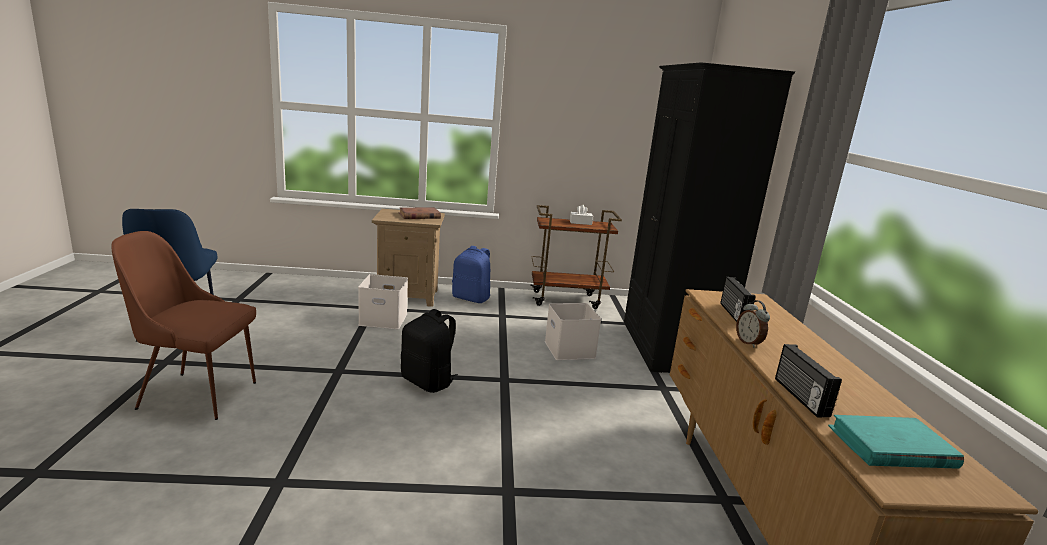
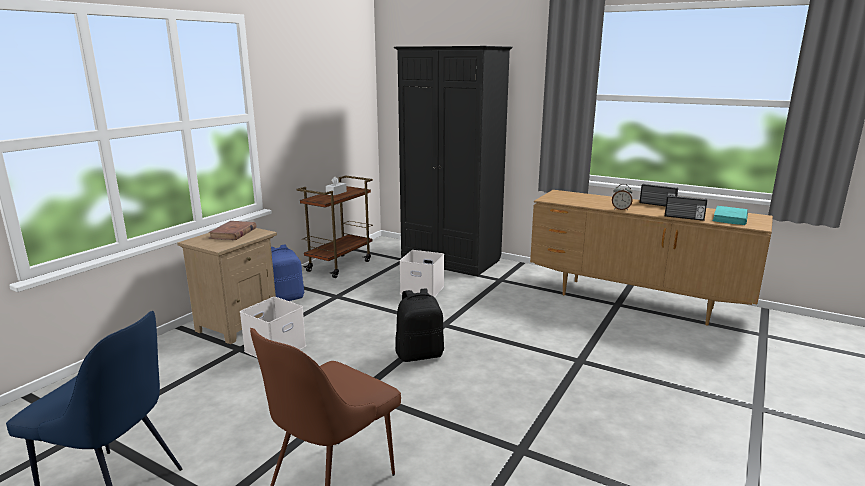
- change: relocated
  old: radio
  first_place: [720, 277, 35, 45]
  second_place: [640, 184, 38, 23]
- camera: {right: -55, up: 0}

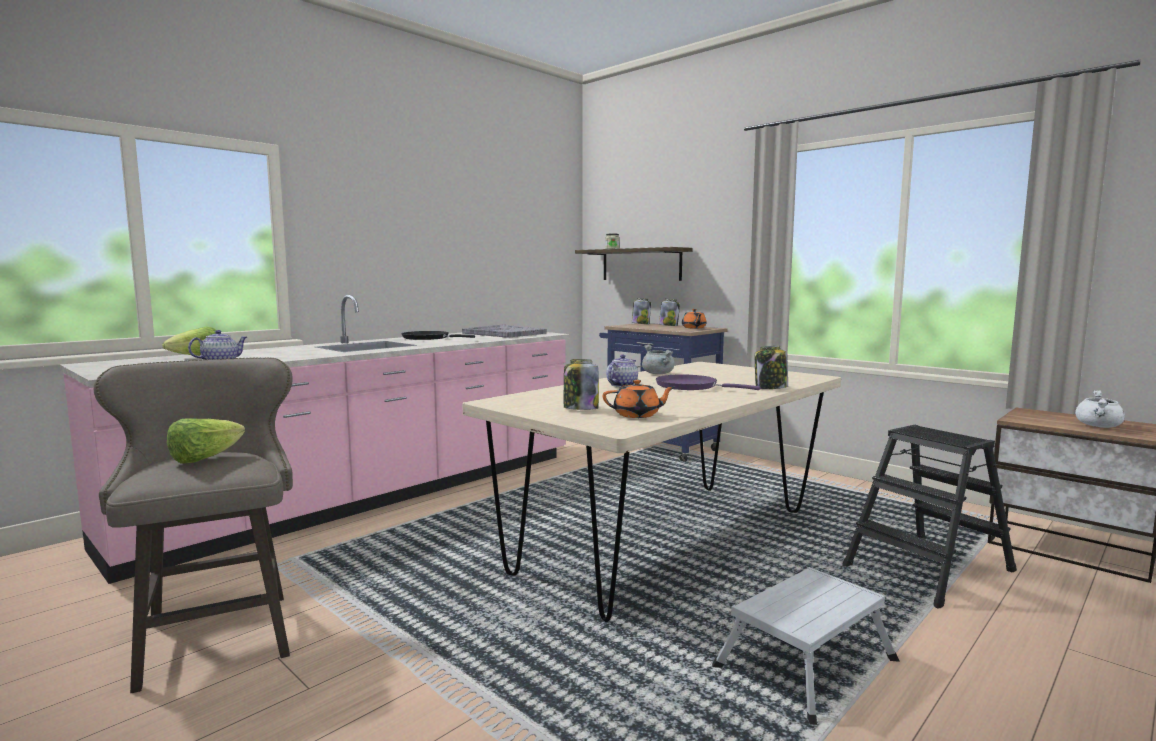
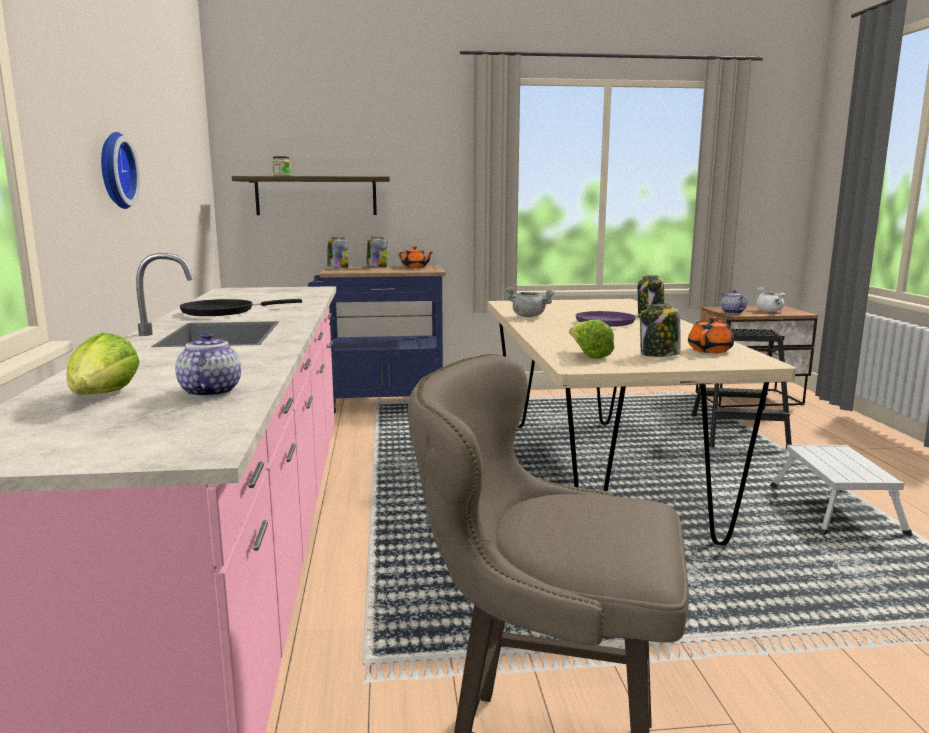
- change: relocated
  old: lechuga
  first_place: [167, 418, 78, 46]
  second_place: [569, 320, 45, 39]
- change: missing
  old: bandeja [gris]
  first_place: [462, 324, 85, 14]
- change: relocated
  old: tetera
  first_place: [606, 355, 32, 32]
  second_place: [721, 290, 26, 24]
- change: appeared
  new: reloj de pared
  second_place: [101, 132, 39, 77]
- camera: {right: -50, up: 5}

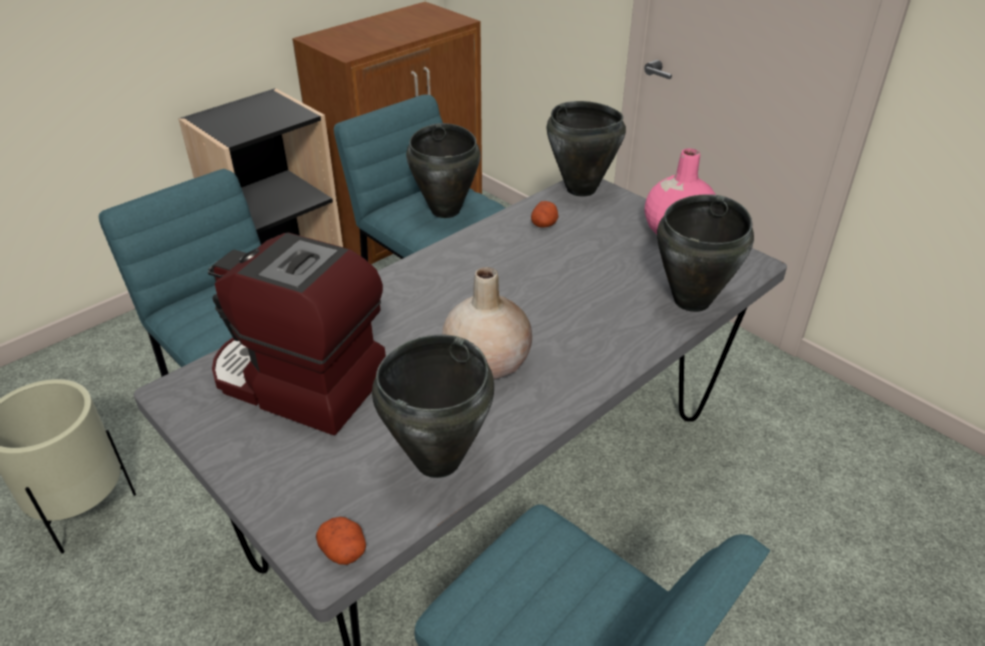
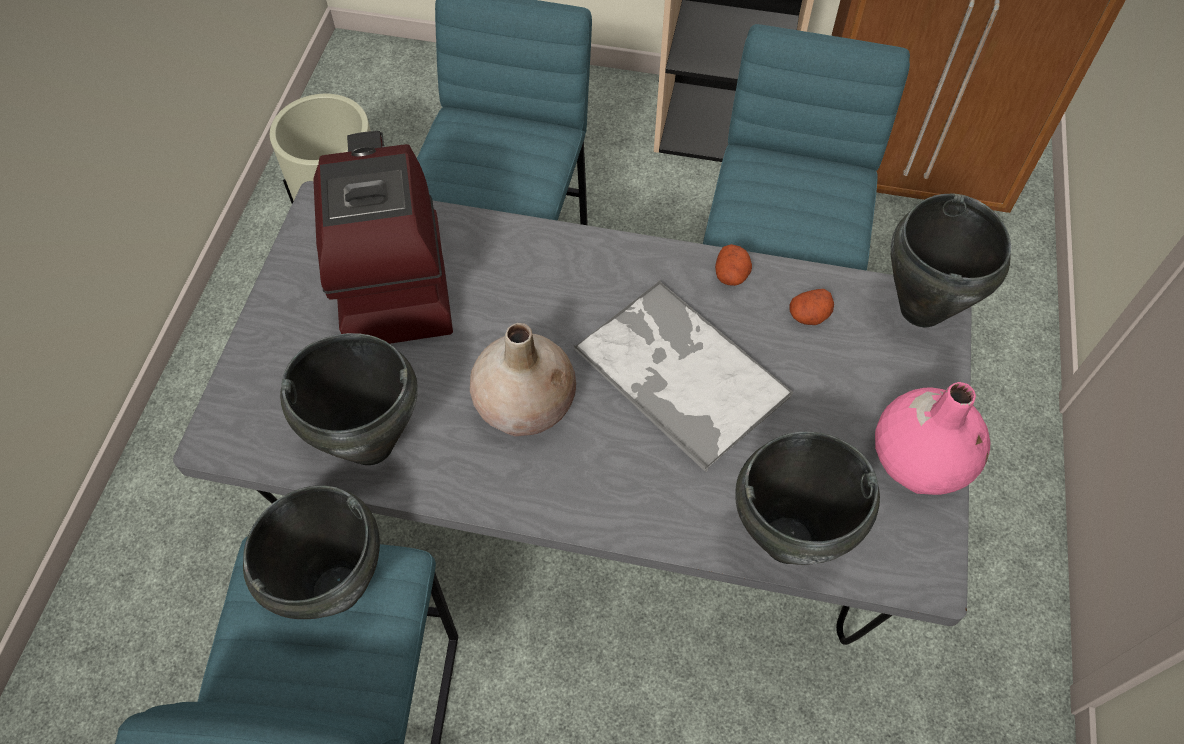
- change: relocated
  old: patata
  first_place: [316, 517, 50, 48]
  second_place: [715, 244, 37, 42]
- change: relocated
  old: olla [negro]
  first_place: [406, 123, 74, 95]
  second_place: [243, 485, 137, 134]
- change: appeared
  new: bandeja
  second_place: [574, 280, 219, 192]
- camera: {right: 55, up: 20}

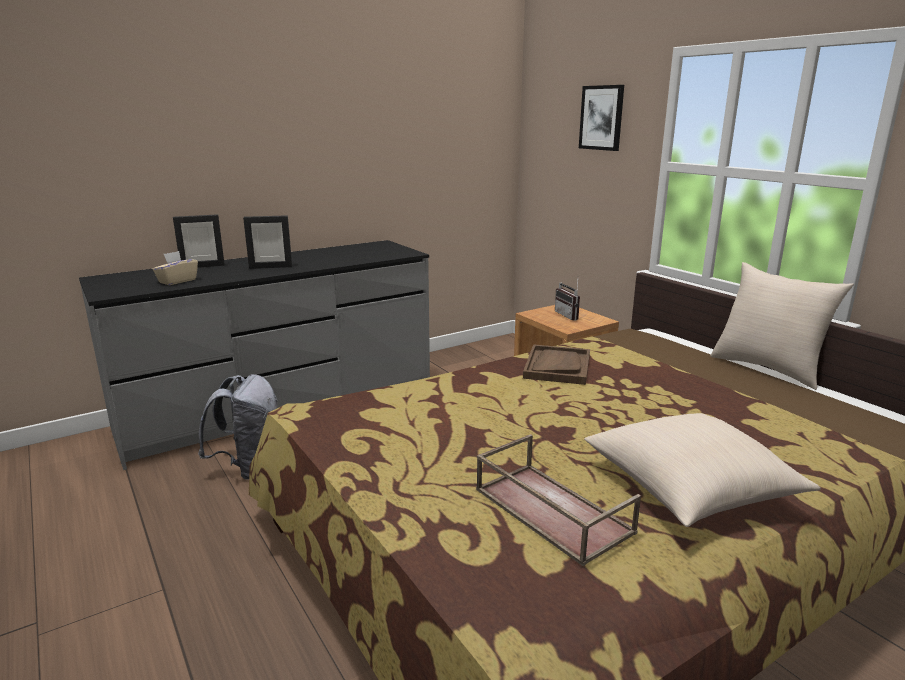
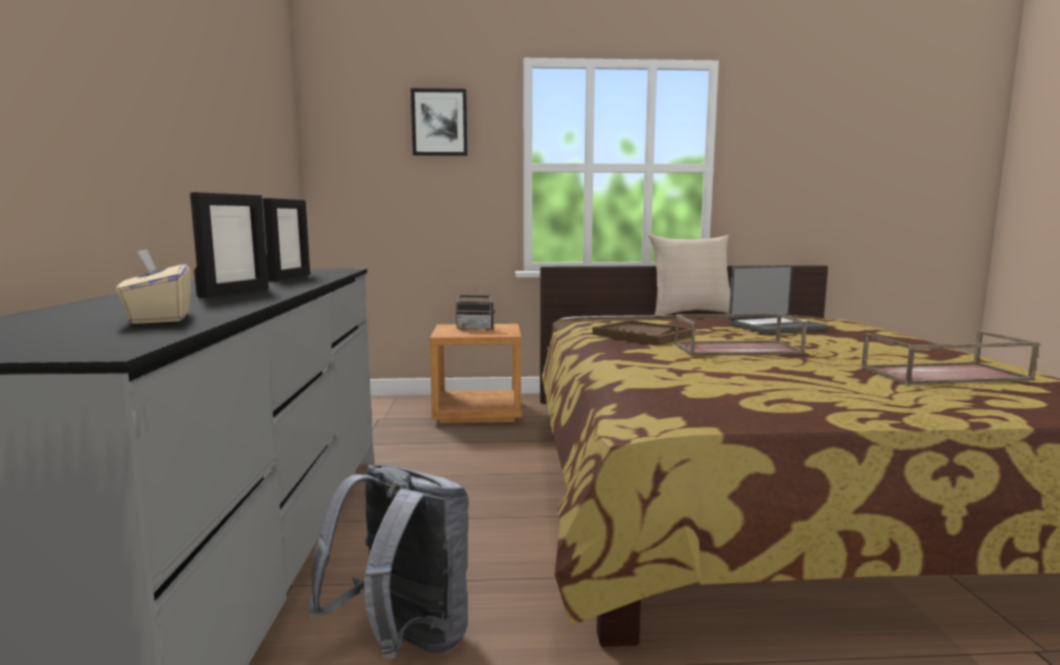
- change: relocated
  old: portarretratos
  first_place: [173, 214, 52, 54]
  second_place: [263, 198, 47, 83]
- change: missing
  old: cojín [beis]
  first_place: [584, 413, 237, 114]
- change: appeared
  new: bandeja [marrón]
  second_place: [674, 313, 133, 43]
- change: appeared
  new: portátil
  second_place: [729, 265, 99, 69]
- camera: {right: -60, up: -10}

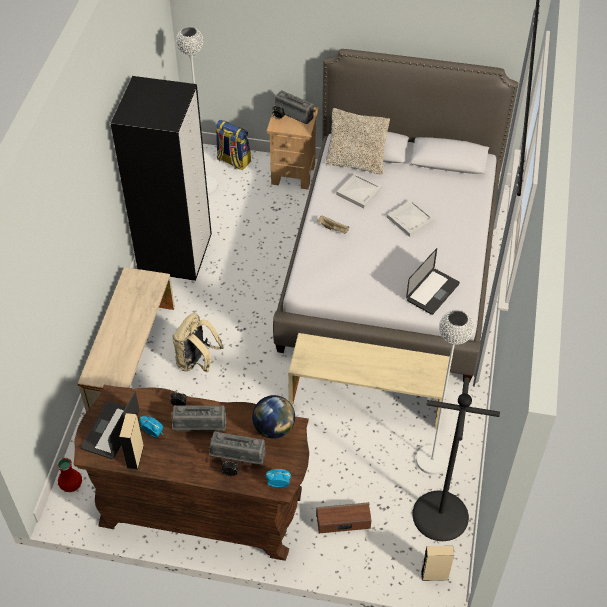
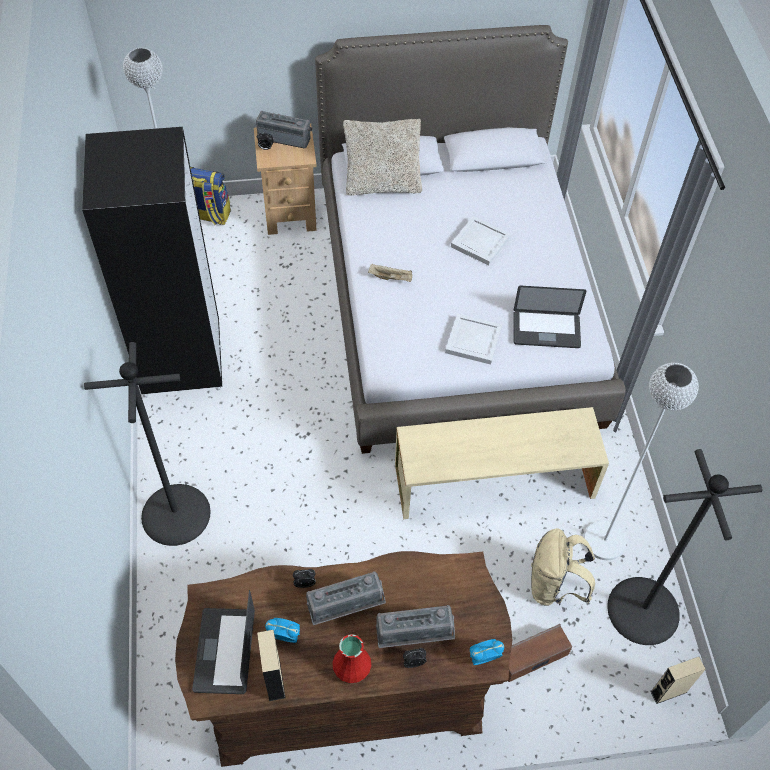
- change: relocated
  old: florero [rojo]
  first_place: [57, 458, 25, 34]
  second_place: [332, 634, 39, 50]
- change: exchanged
  old: banco [beis]
  new: perchero [negro]
  first_place: [78, 267, 97, 145]
  second_place: [84, 342, 127, 204]
- change: relocated
  old: mochila [beis]
  first_place: [172, 313, 52, 59]
  second_place: [531, 528, 64, 78]
- change: missing
  old: globo terráqueo
  first_place: [252, 395, 43, 44]
- change: relocated
  old: bandeja [blanco]
  first_place: [336, 173, 46, 35]
  second_place: [445, 313, 57, 52]
- change: spun
  old: portátil
  first_place: [406, 248, 54, 67]
  second_place: [513, 286, 73, 62]
  degrees: 75
- camera: {right: -20, up: 5}

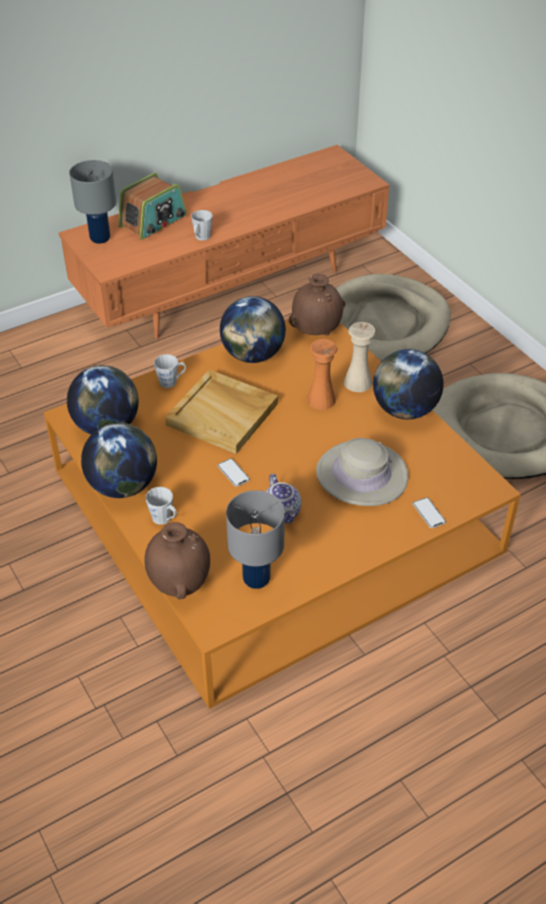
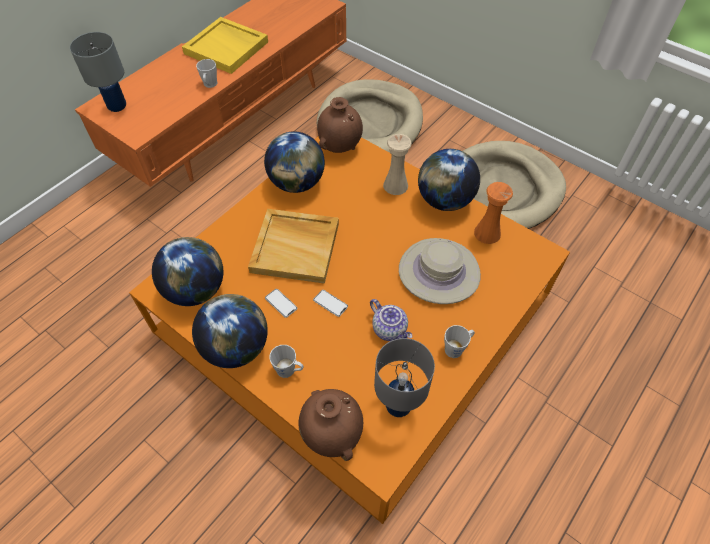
- change: missing
  old: radio
  first_place: [118, 173, 69, 67]
- change: relocated
  old: taza grande [gris]
  first_place: [154, 354, 32, 34]
  second_place: [444, 325, 31, 33]
- change: relocated
  old: florero [naranja]
  first_place: [307, 339, 30, 71]
  second_place: [474, 182, 39, 62]
- change: relocated
  old: móvil
  first_place: [413, 497, 33, 31]
  second_place: [265, 289, 32, 29]
- change: appeared
  new: bandeja [amarillo]
  second_place: [182, 17, 86, 57]
- camera: {right: -20, up: 10}

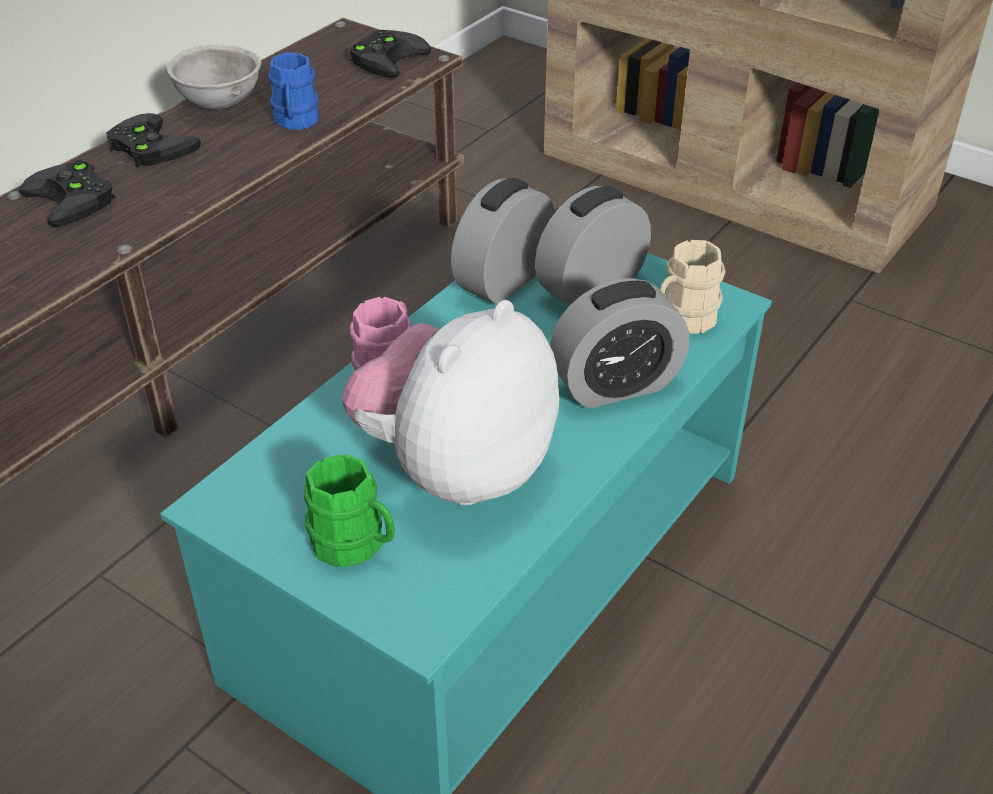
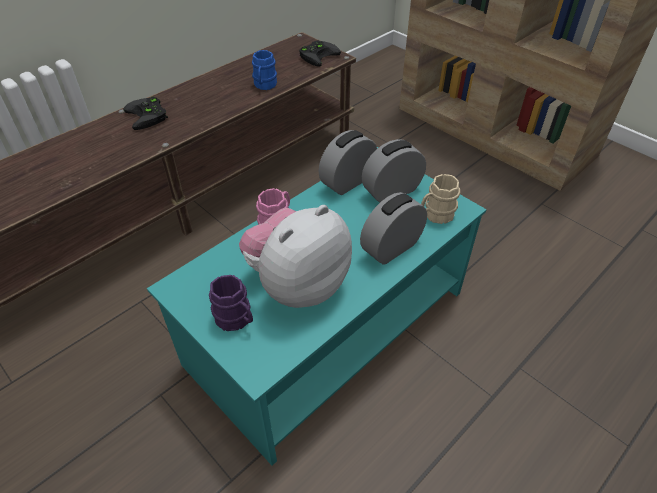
- change: missing
  old: mando de consola [negro]
  first_place: [106, 113, 95, 55]
- change: missing
  old: cuenco [gris]
  first_place: [167, 45, 94, 64]
- change: colour
  old: taza grande [verde]
  new: taza grande [morado]
  first_place: [304, 454, 91, 113]
  second_place: [209, 275, 44, 56]
- change: spun
  old: despertador
  first_place: [550, 278, 139, 130]
  second_place: [360, 192, 67, 72]
  degrees: 150
- camera: {right: 10, up: 5}

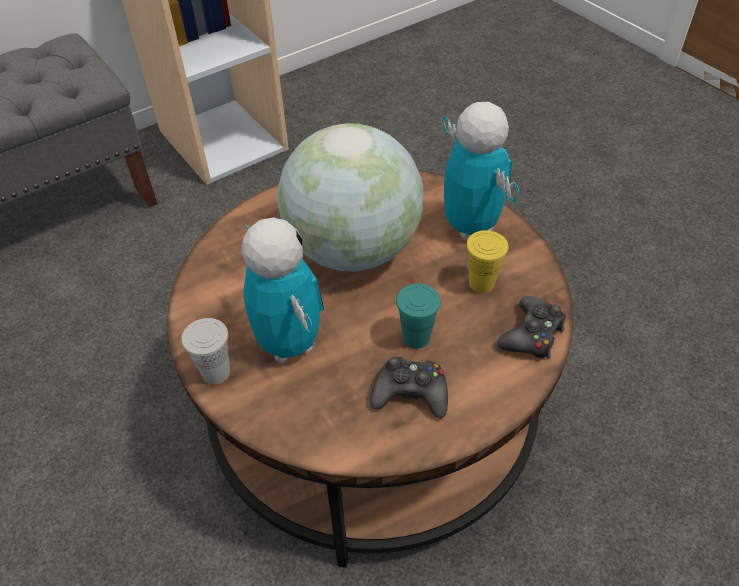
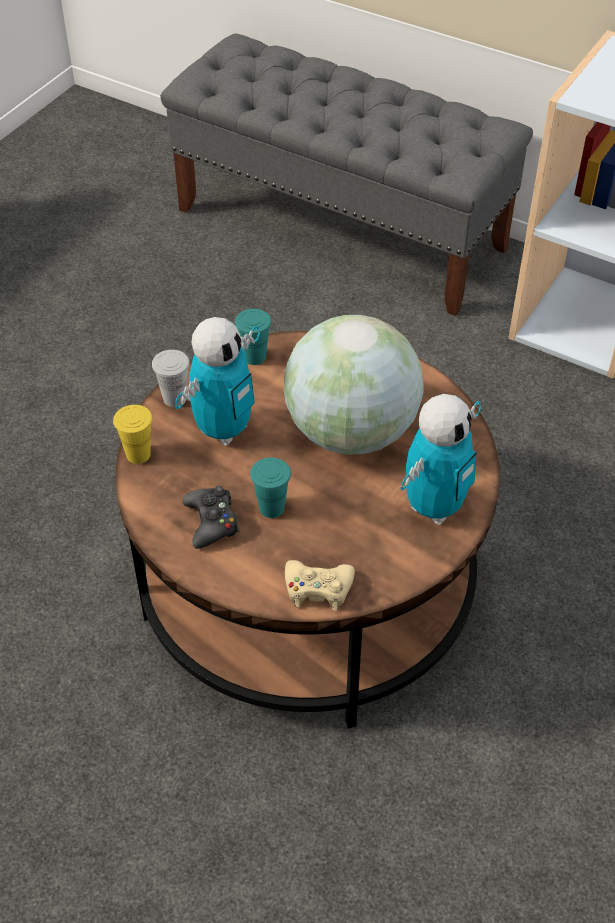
- change: relocated
  old: taza [amarillo]
  first_place: [466, 230, 43, 63]
  second_place: [113, 405, 40, 59]
- change: colour
  old: mando de consola [negro]
  new: mando de consola [beis]
  first_place: [497, 296, 69, 63]
  second_place: [285, 560, 70, 51]
- change: appeared
  new: taza [turquesa]
  second_place: [235, 309, 36, 56]
- camera: {right: 65, up: 0}

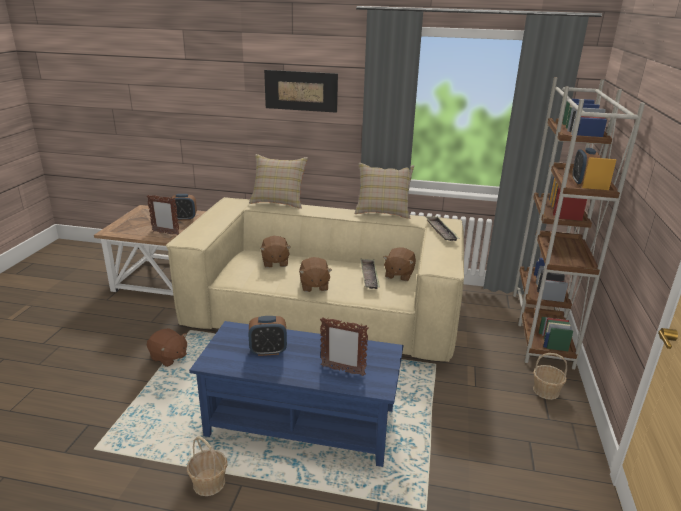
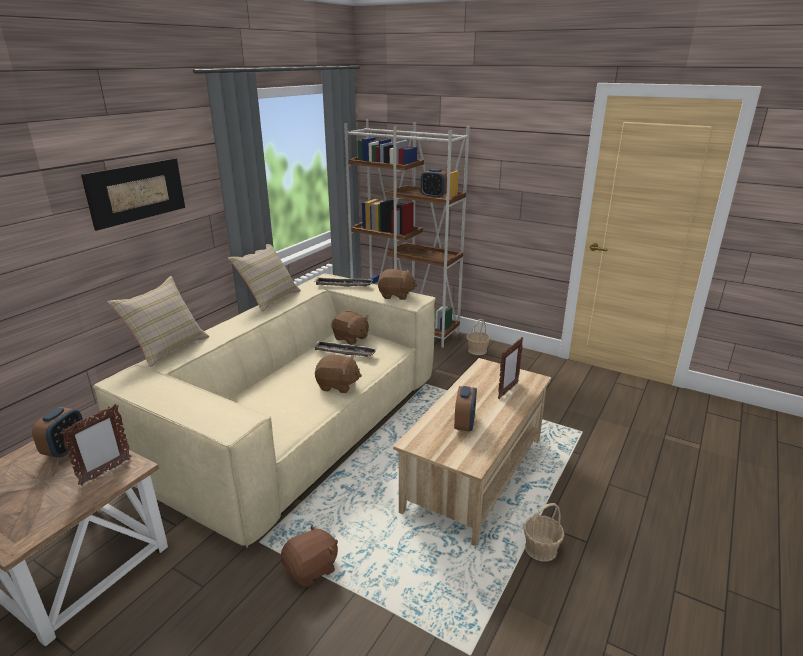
- change: colour
  old: mesa de centro [azul]
  new: mesa de centro [beis]
  first_place: [189, 321, 214, 146]
  second_place: [393, 358, 158, 188]
- change: relocated
  old: peluche [marrón]
  first_place: [260, 236, 31, 32]
  second_place: [378, 269, 40, 31]
- camera: {right: -70, up: 0}

